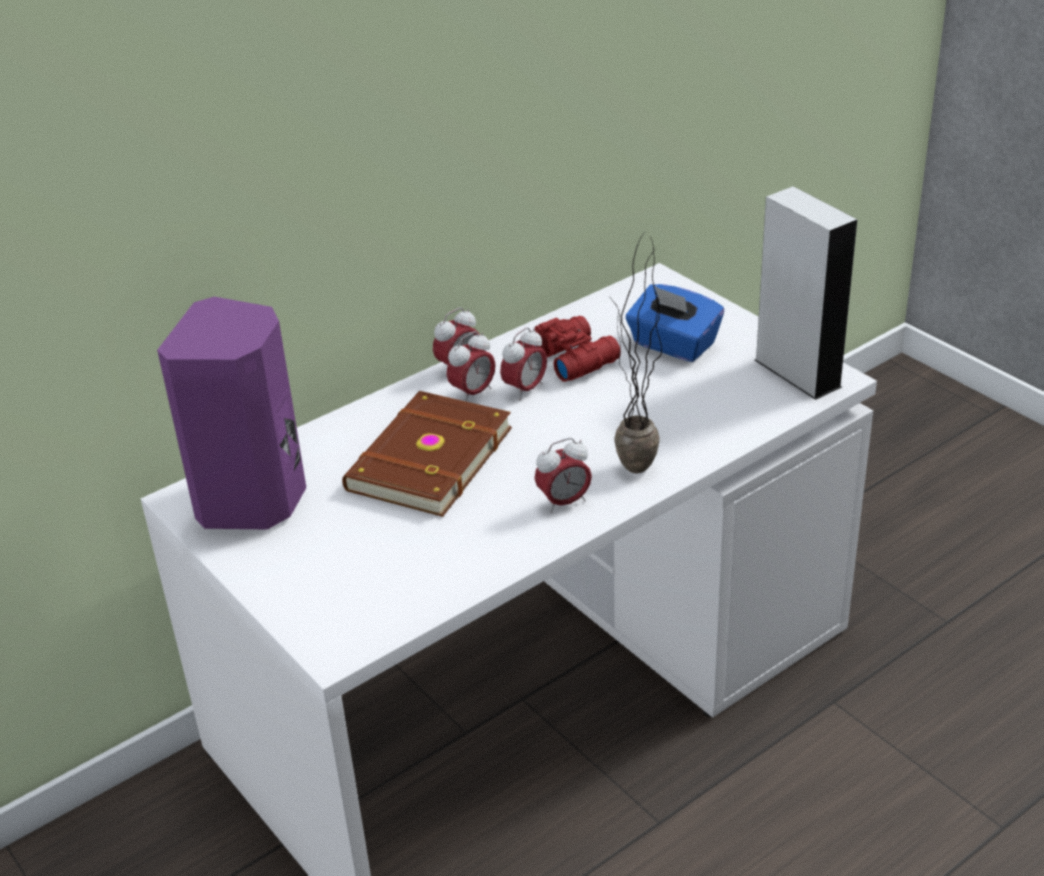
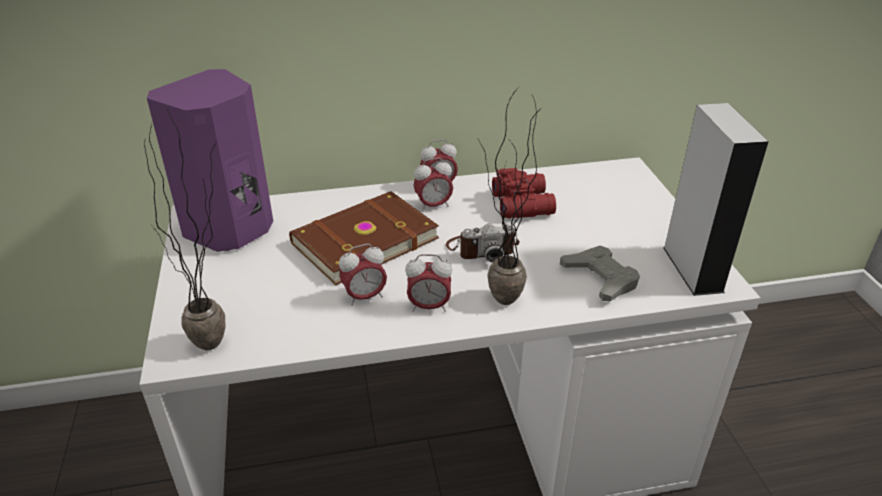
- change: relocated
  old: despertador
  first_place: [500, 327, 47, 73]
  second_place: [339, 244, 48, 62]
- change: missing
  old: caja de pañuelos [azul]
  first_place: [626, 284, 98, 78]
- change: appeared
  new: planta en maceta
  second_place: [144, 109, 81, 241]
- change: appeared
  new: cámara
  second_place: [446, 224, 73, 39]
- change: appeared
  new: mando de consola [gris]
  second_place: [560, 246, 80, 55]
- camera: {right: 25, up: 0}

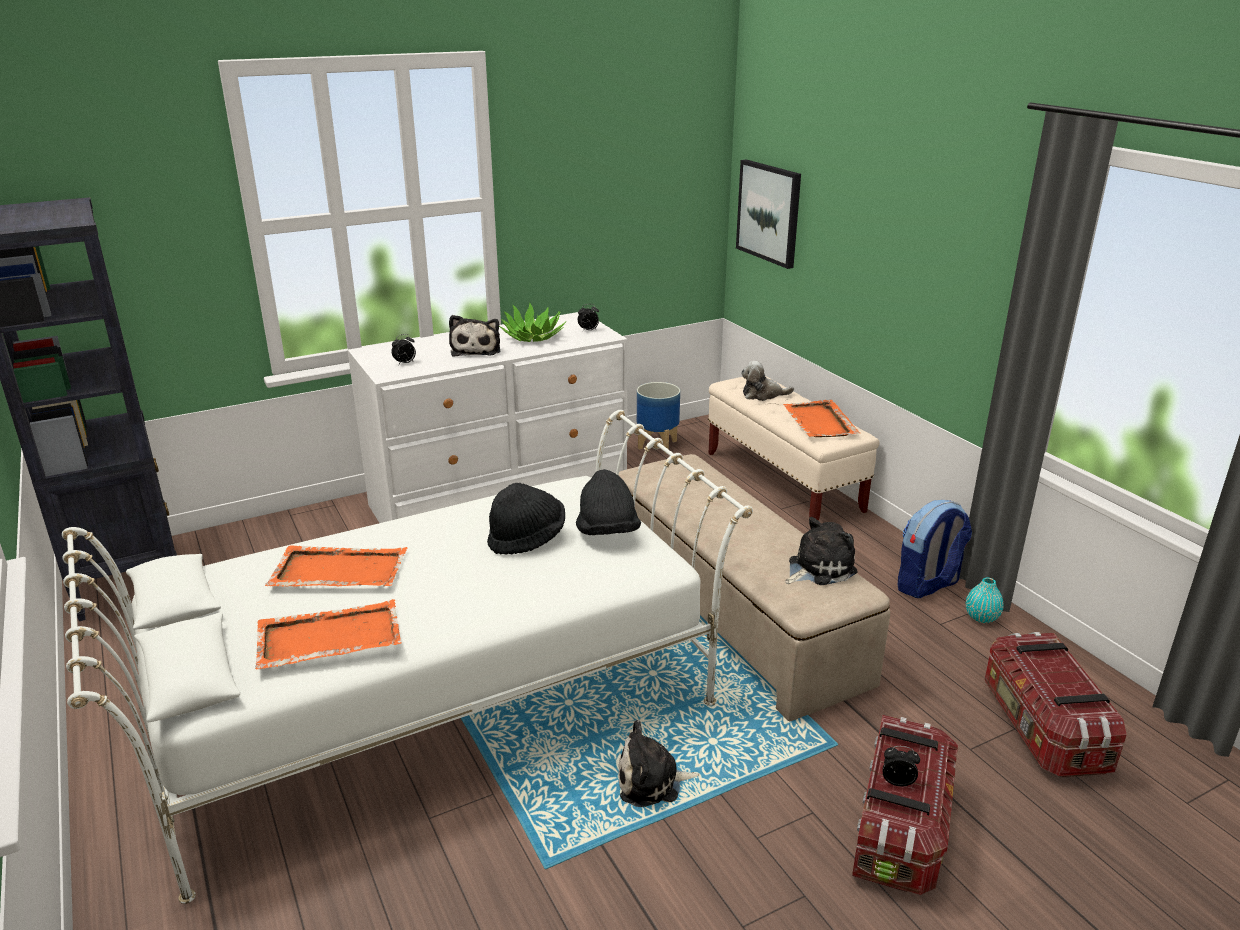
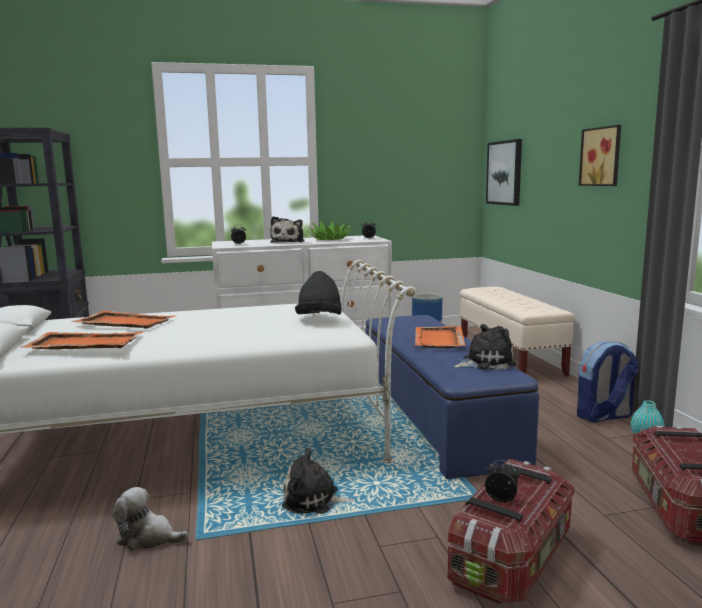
- change: missing
  old: sombrero [negro]
  first_place: [487, 483, 78, 71]
- change: colour
  old: banco [beis]
  new: banco [azul]
  first_place: [619, 454, 271, 267]
  second_place: [366, 315, 173, 164]
- change: relocated
  old: peluche
  first_place: [741, 361, 53, 40]
  second_place: [112, 487, 77, 64]
- change: relocated
  old: bandeja [naranja]
  first_place: [783, 400, 77, 37]
  second_place: [415, 326, 51, 22]
- change: appeared
  new: cuadro
  second_place: [579, 125, 42, 61]
- camera: {right: 15, up: -15}

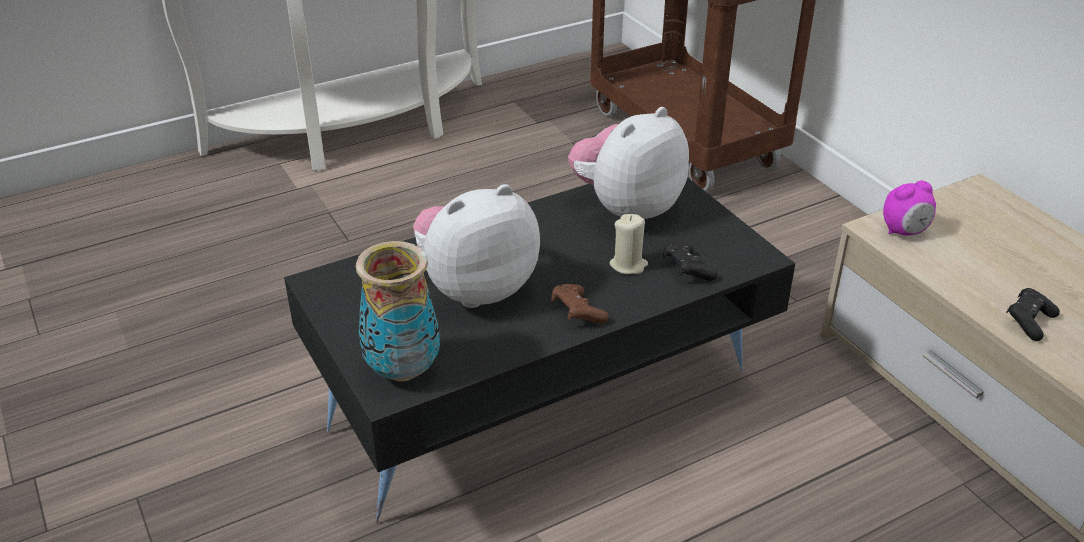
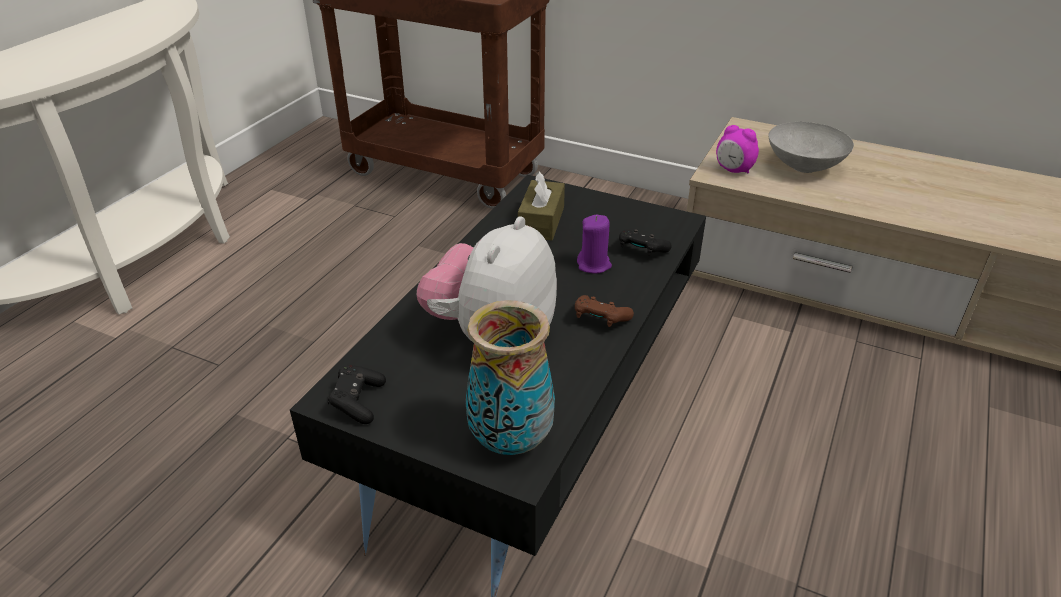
- change: exchanged
  old: peluche
  new: caja de pañuelos [marrón]
  first_place: [568, 107, 121, 112]
  second_place: [518, 171, 47, 70]
- change: colour
  old: vela [beis]
  new: vela [morado]
  first_place: [609, 214, 39, 60]
  second_place: [577, 215, 35, 59]
- change: spun
  old: despertador
  first_place: [883, 180, 53, 55]
  second_place: [716, 125, 43, 48]
  degrees: 90
- change: relocated
  old: mando de consola [negro]
  first_place: [1006, 288, 54, 53]
  second_place: [328, 365, 58, 59]
- change: appeared
  new: cuenco [gris]
  second_place: [769, 122, 85, 51]
- camera: {right: -35, up: 0}

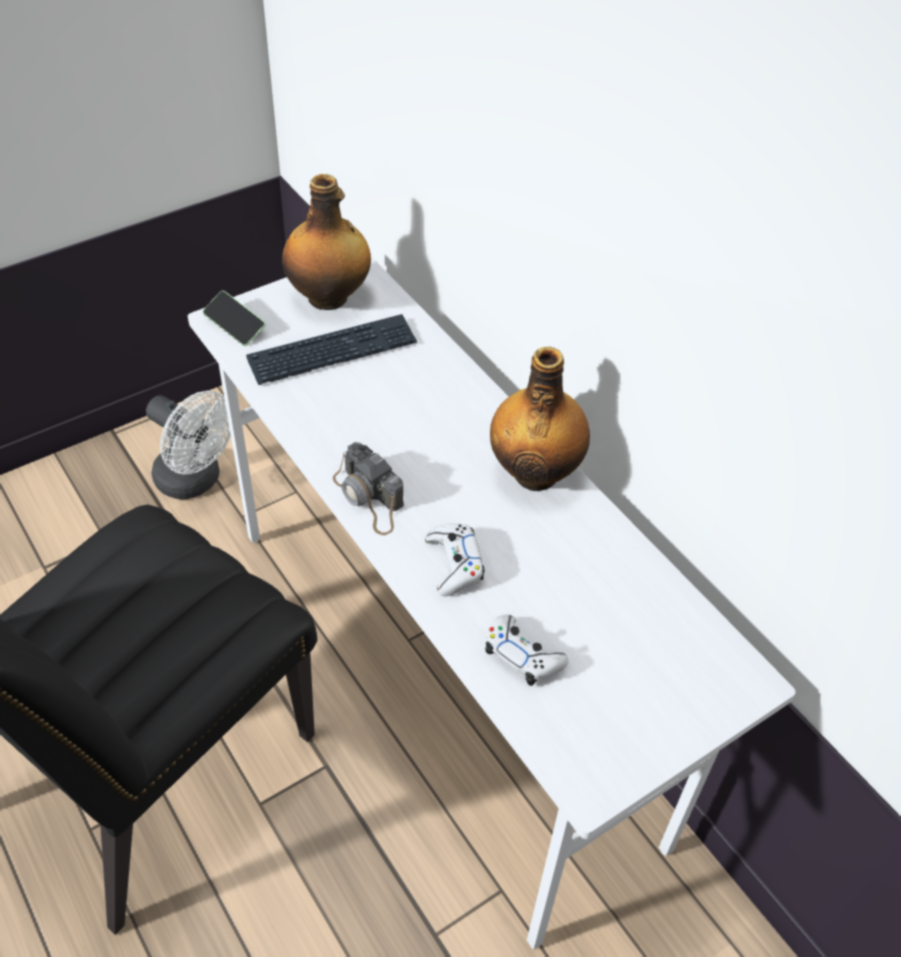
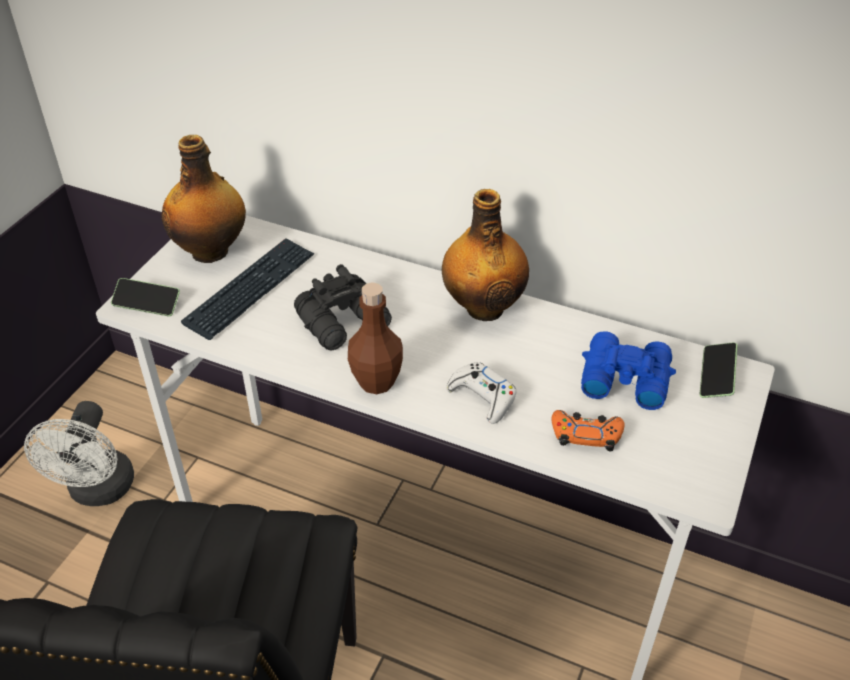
- change: spun
  old: ventilador [blanco]
  first_place: [146, 391, 85, 109]
  second_place: [24, 401, 110, 105]
  degrees: 90
- change: exchanged
  old: cámara
  new: botella [marrón]
  first_place: [333, 442, 71, 93]
  second_place: [348, 282, 55, 112]
- change: colour
  old: mando de consola [blanco]
  new: mando de consola [naranja]
  first_place: [485, 615, 84, 71]
  second_place: [552, 410, 73, 42]
- change: appeared
  new: prismáticos [negro]
  second_place: [294, 264, 98, 86]
- change: appeared
  new: prismáticos [azul]
  second_place: [581, 331, 95, 79]
- change: appeared
  new: móvil
  second_place: [699, 342, 38, 56]
- camera: {right: -30, up: -5}

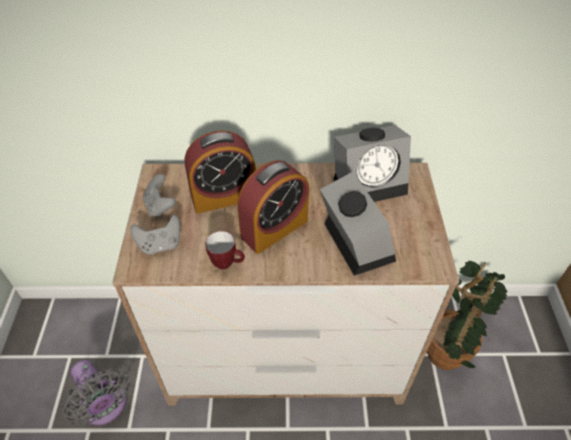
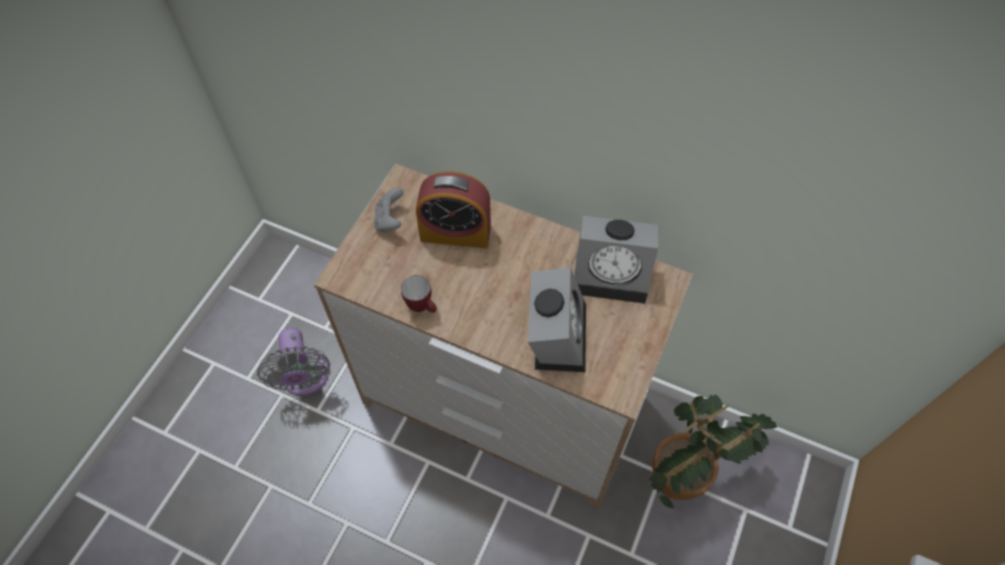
- change: missing
  old: mando de consola [gris]
  first_place: [130, 215, 50, 40]
- change: missing
  old: despertador
  first_place: [237, 160, 72, 94]
- camera: {right: 25, up: 10}

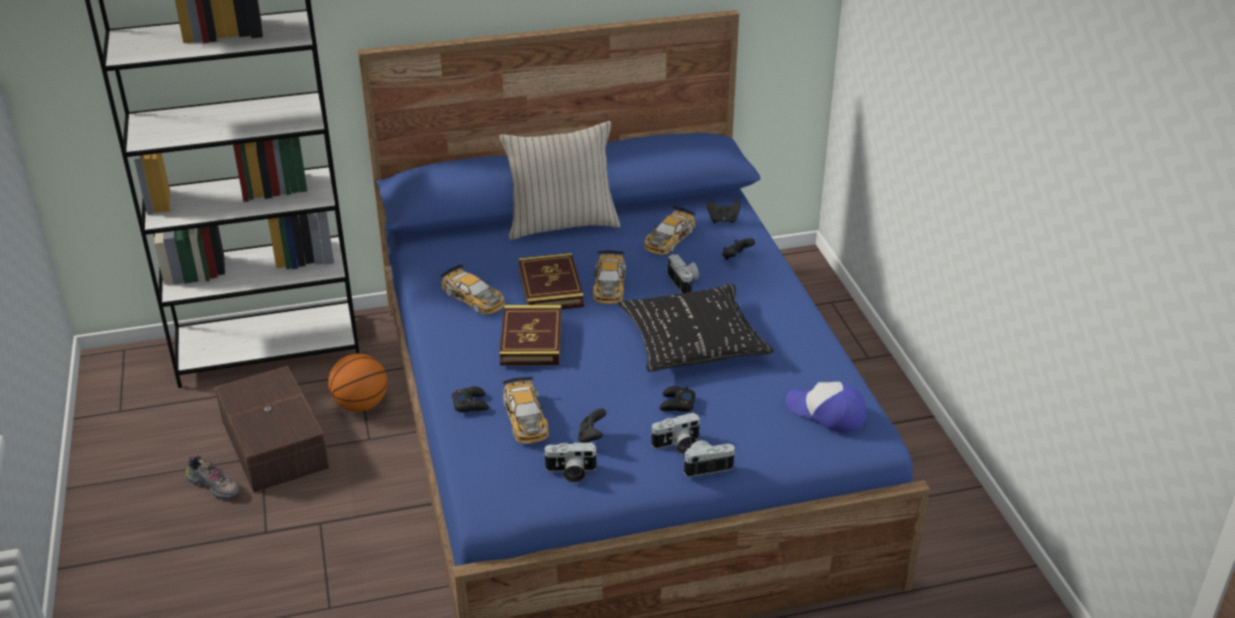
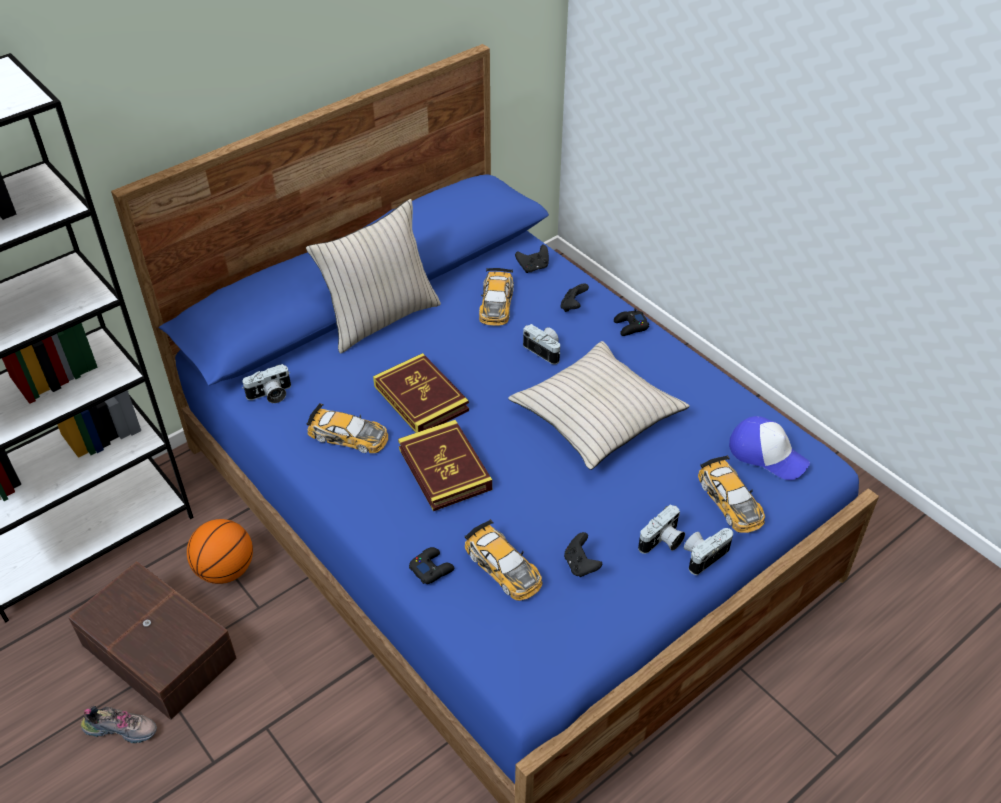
- change: relocated
  old: cámara
  first_place: [543, 442, 55, 40]
  second_place: [242, 364, 49, 39]
- change: relocated
  old: coche de juguete
  first_place: [593, 250, 33, 54]
  second_place: [698, 455, 67, 78]
- change: colour
  old: cojín [negro]
  new: cojín [beis]
  first_place: [618, 284, 156, 88]
  second_place: [508, 341, 182, 129]
- change: relocated
  old: mando de consola [negro]
  first_place: [660, 386, 36, 26]
  second_place: [614, 309, 35, 27]
- change: spun
  old: gorra
  first_place: [786, 382, 80, 51]
  second_place: [729, 416, 81, 64]
  degrees: -150
- camera: {right: -25, up: 10}

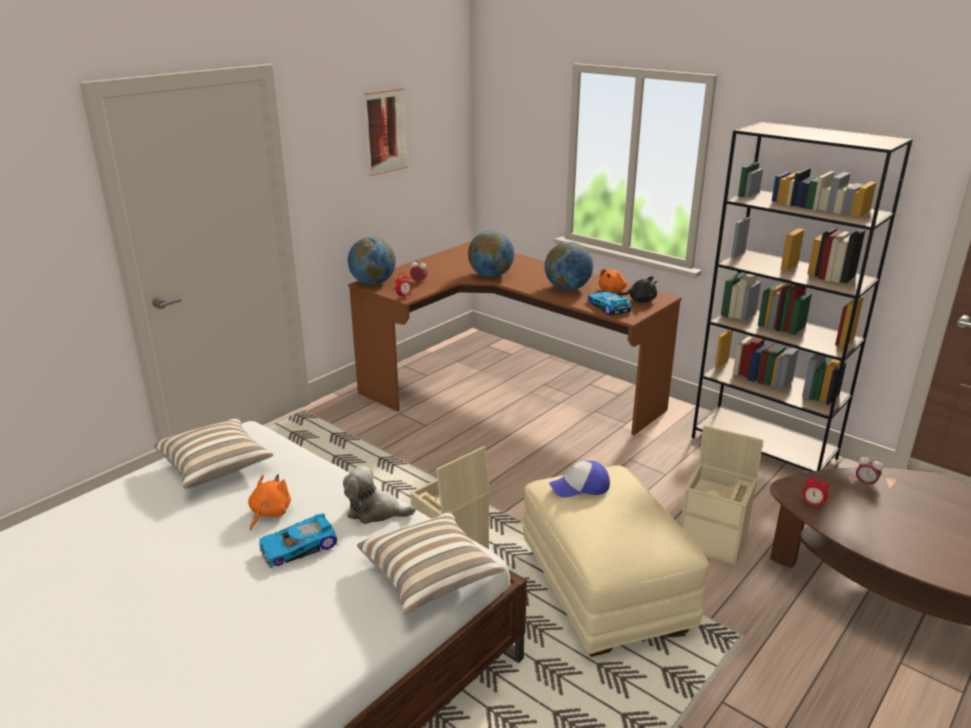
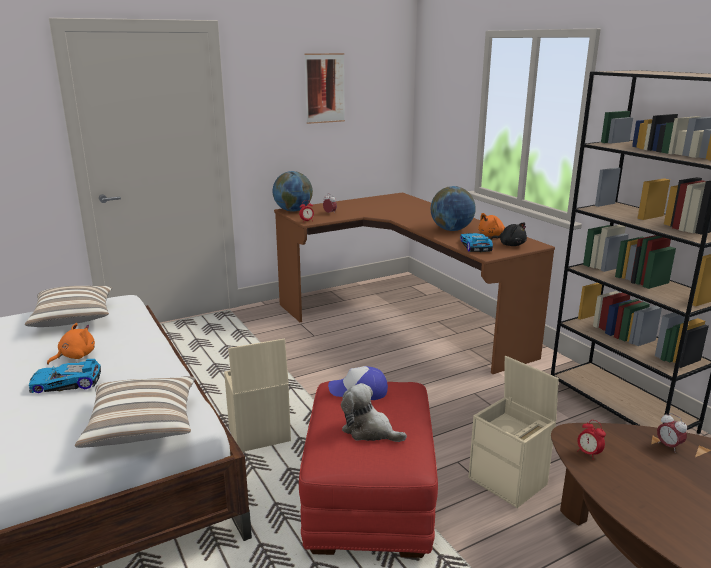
- change: relocated
  old: peluche
  first_place: [343, 466, 73, 58]
  second_place: [341, 383, 66, 59]
- change: missing
  old: globo terráqueo
  first_place: [468, 231, 46, 46]
- change: colour
  old: puf [beis]
  new: puf [rojo]
  first_place: [523, 465, 186, 192]
  second_place: [299, 381, 139, 177]
- camera: {right: 20, up: -5}

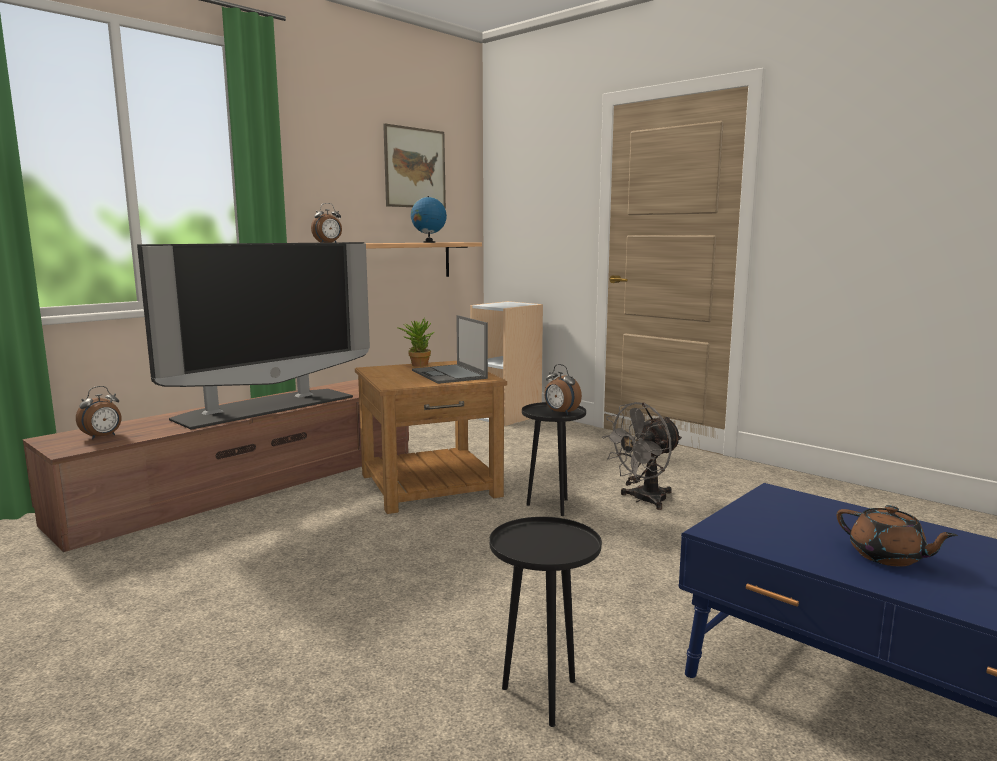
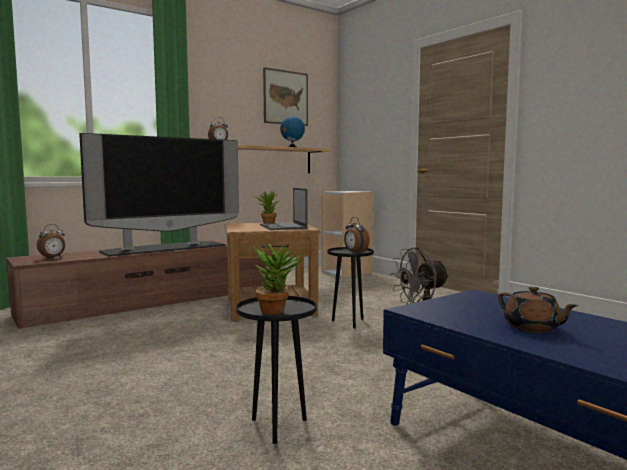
- change: appeared
  new: planta en maceta
  second_place: [253, 244, 52, 71]
- camera: {right: 10, up: -5}

